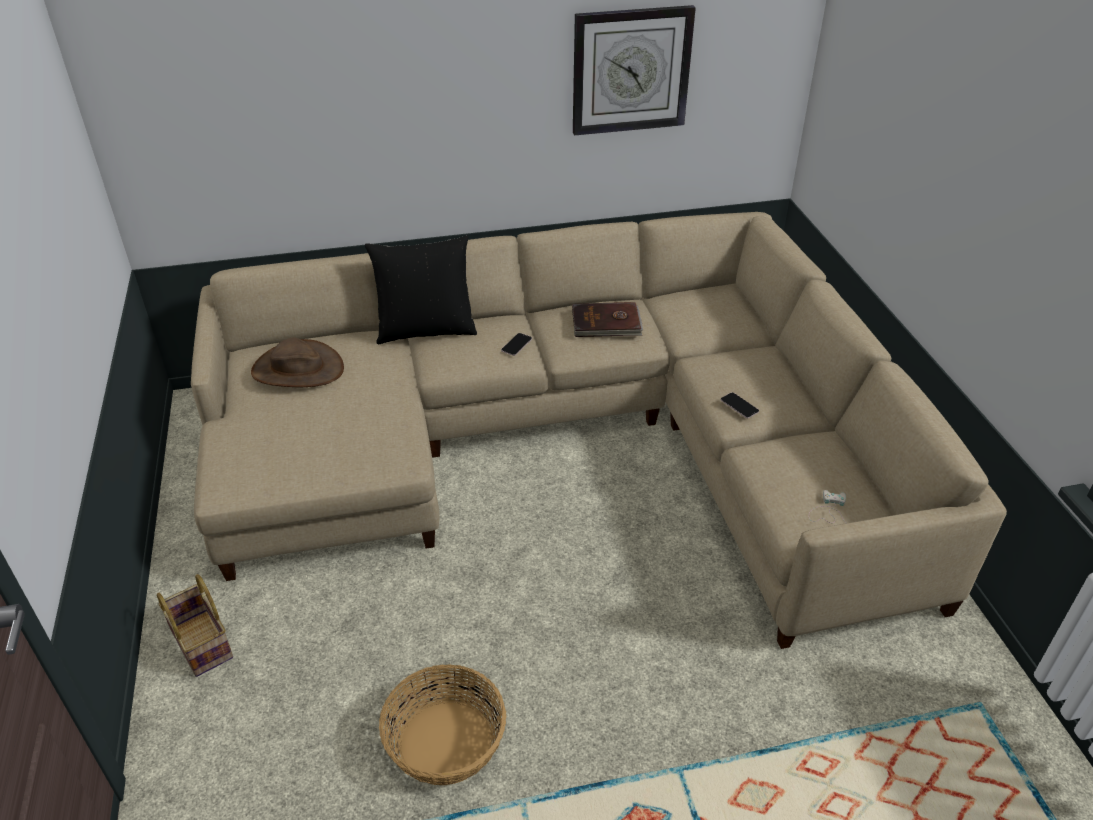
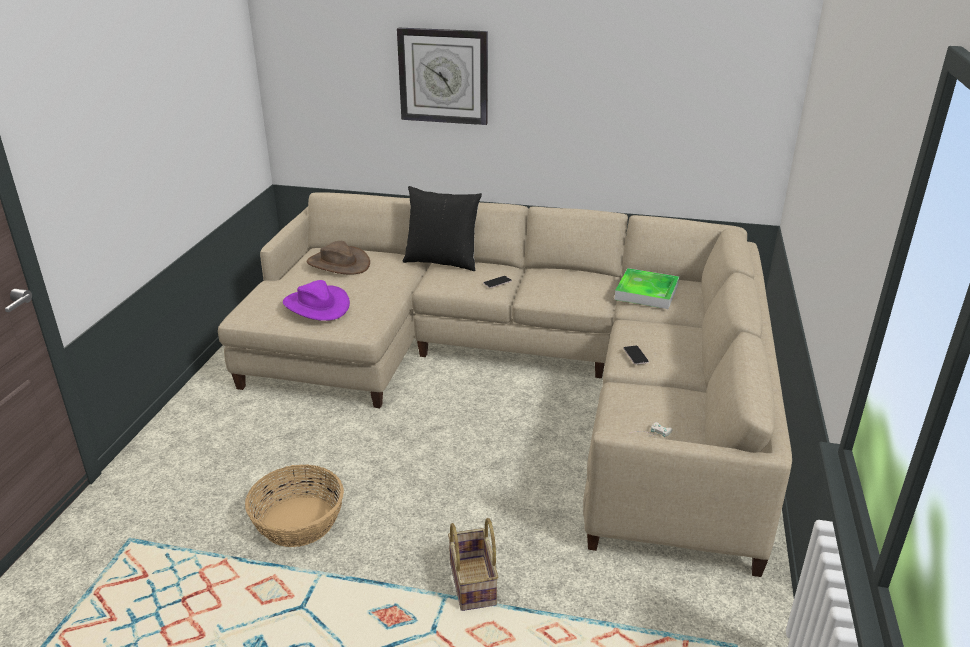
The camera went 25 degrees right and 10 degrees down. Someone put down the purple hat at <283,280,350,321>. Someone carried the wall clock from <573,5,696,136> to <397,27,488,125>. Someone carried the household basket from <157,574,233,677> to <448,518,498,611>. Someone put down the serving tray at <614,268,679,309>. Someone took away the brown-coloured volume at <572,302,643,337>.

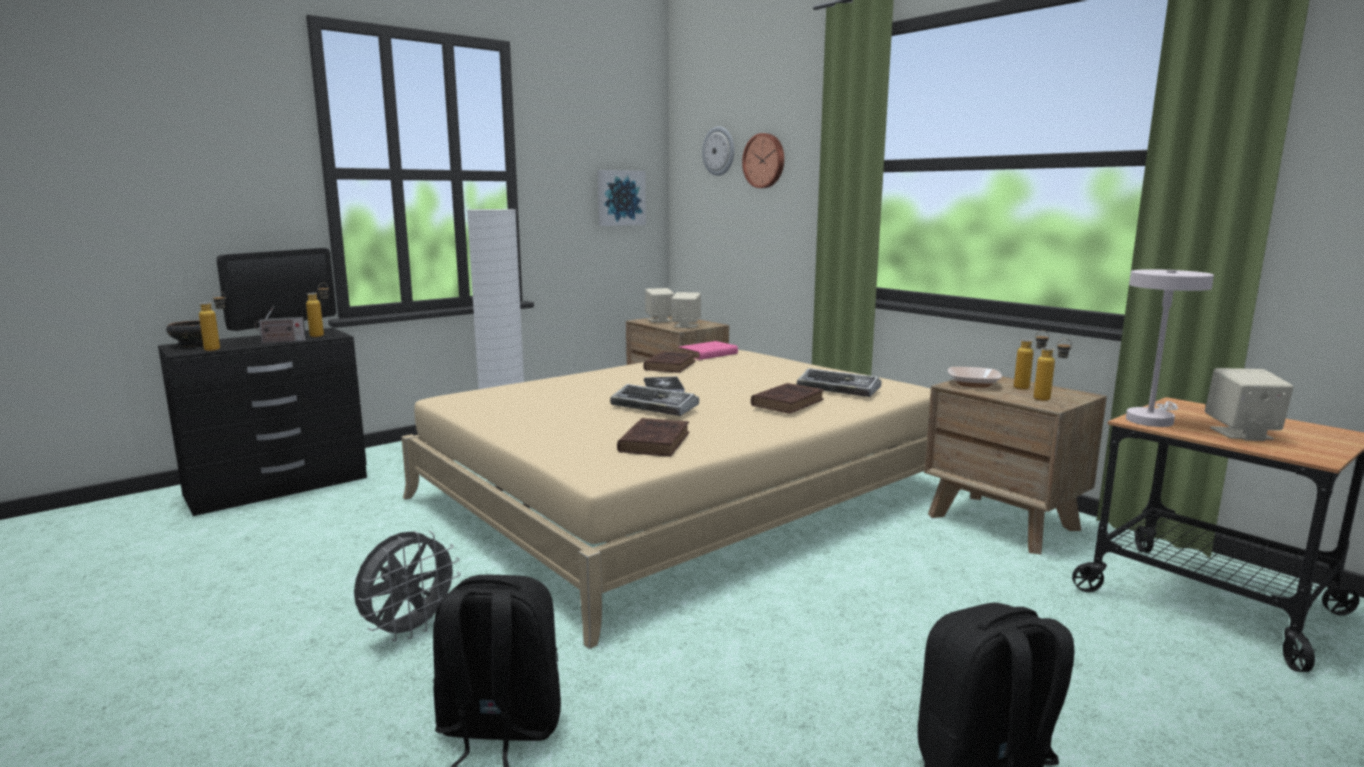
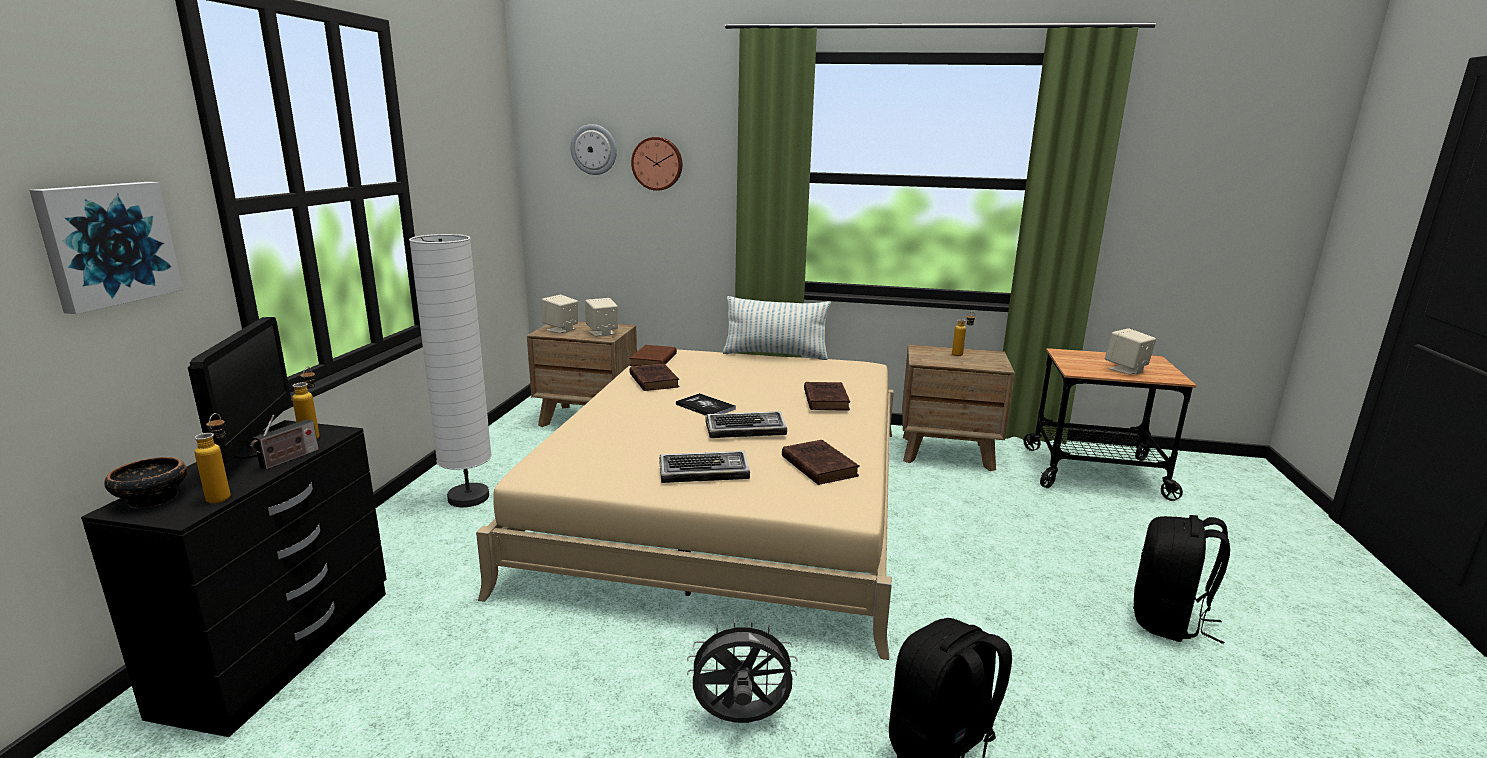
The camera went 40 degrees left and 5 degrees up. Someone carried the wall art from <598,170,646,226> to <29,182,183,314>. Someone repainted the pinkish volume at <678,341,738,360>, which became the brown-coloured volume at <629,345,677,366>. Someone carried the PC keyboard from <797,368,881,397> to <659,451,750,483>. Someone rotated the greyish electric fan at <354,531,461,641> by 90 degrees counterclockwise. Someone put down the cushion at <723,296,831,360>. Someone took away the bowl at <948,367,1002,388>. Someone took away the drink bottle at <1034,338,1072,401>. Someone took away the white table lamp at <1126,269,1214,427>.

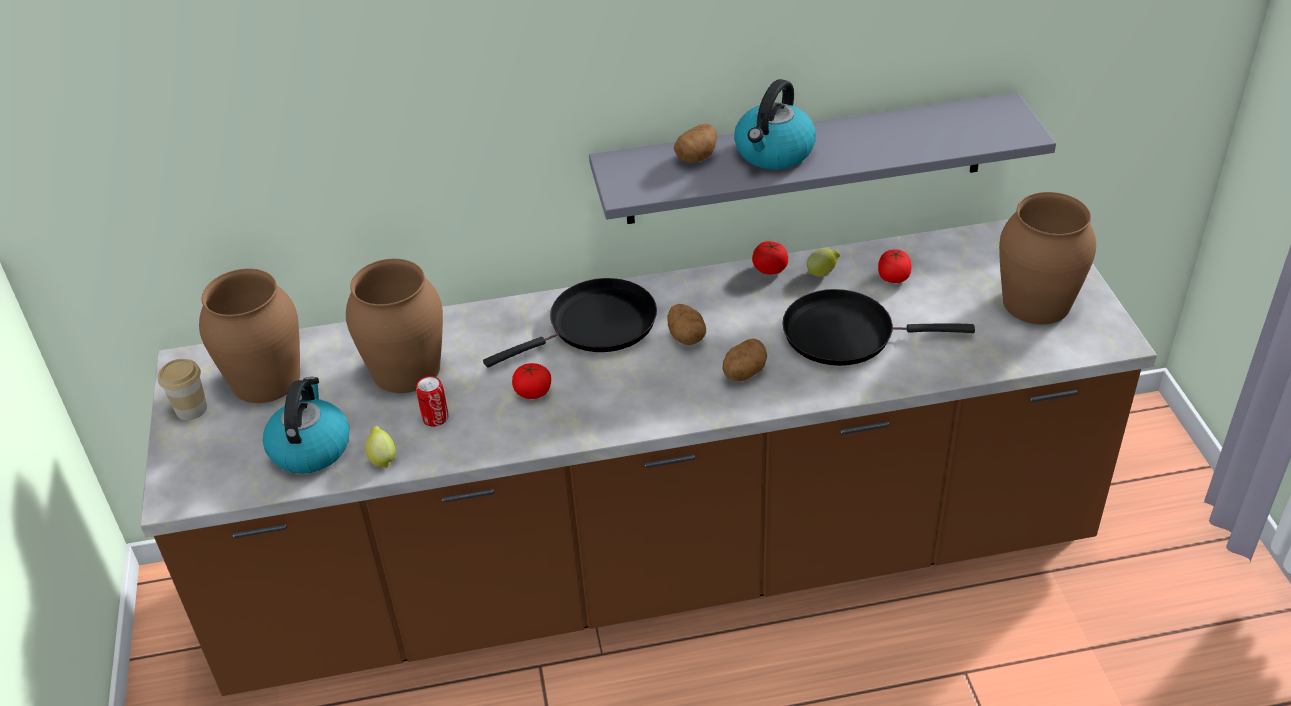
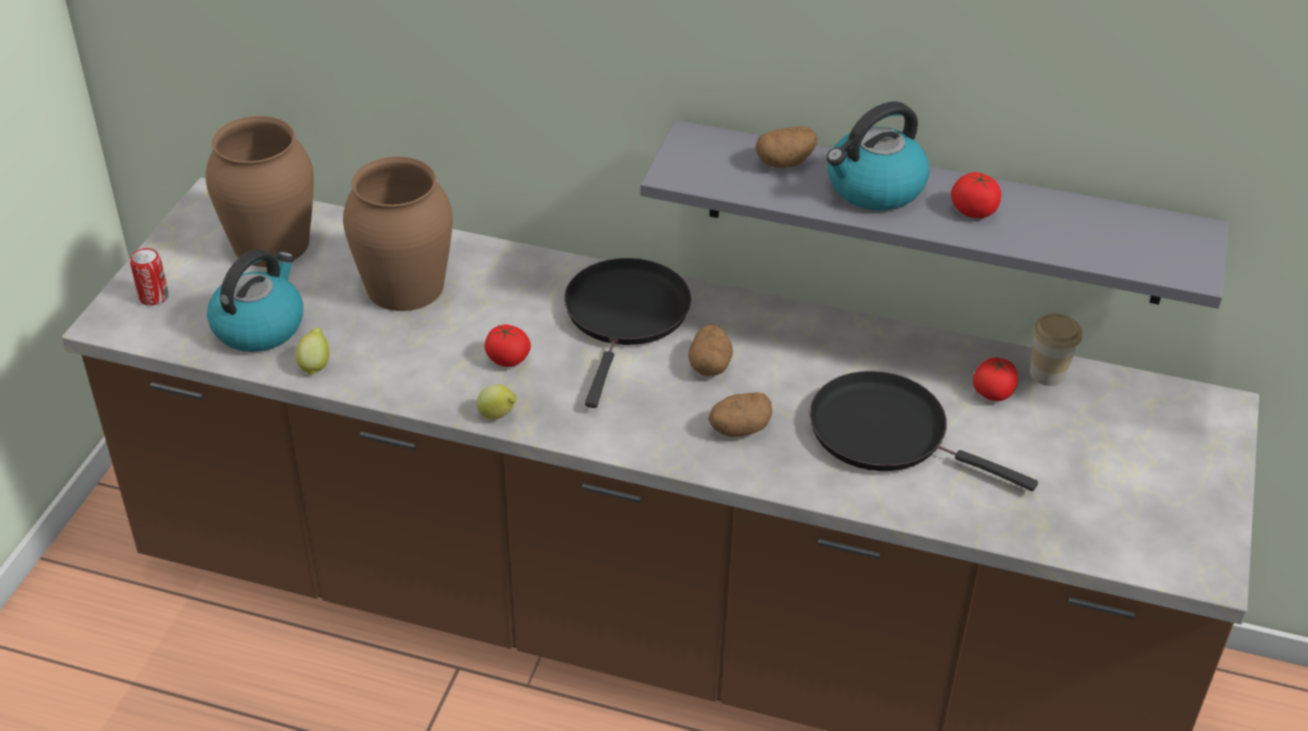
The camera went 25 degrees right and 0 degrees up. Someone carried the can from <416,376,448,427> to <130,248,169,306>. Someone carried the whole lemon from <807,248,840,277> to <476,384,516,420>. Someone rotated the blackish frying pan at <483,278,657,368> by 75 degrees counterclockwise. Someone carried the fresh tomato from <752,241,788,274> to <951,172,1001,218>. Someone carried the drinking cup from <158,359,207,420> to <1030,313,1082,386>. Someone took away the brown-coloured flower vase at <999,192,1096,324>.

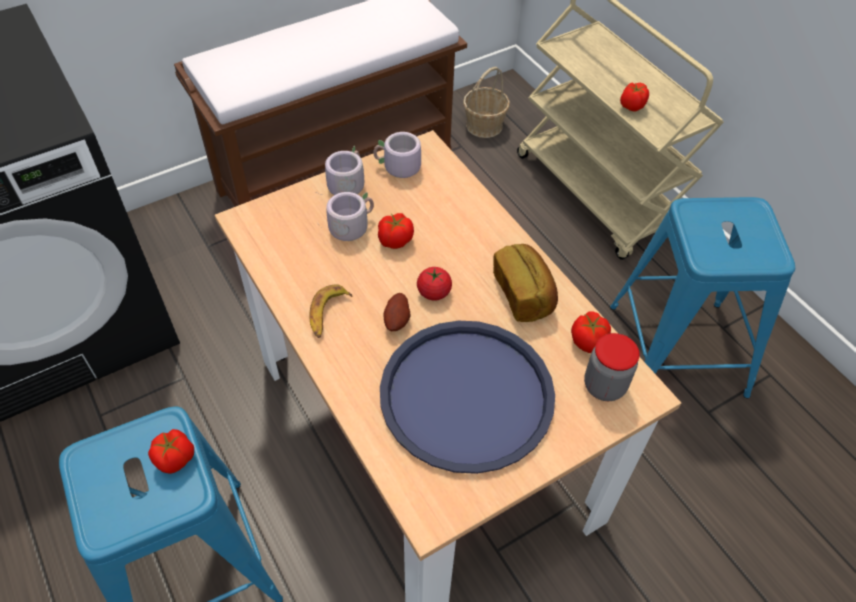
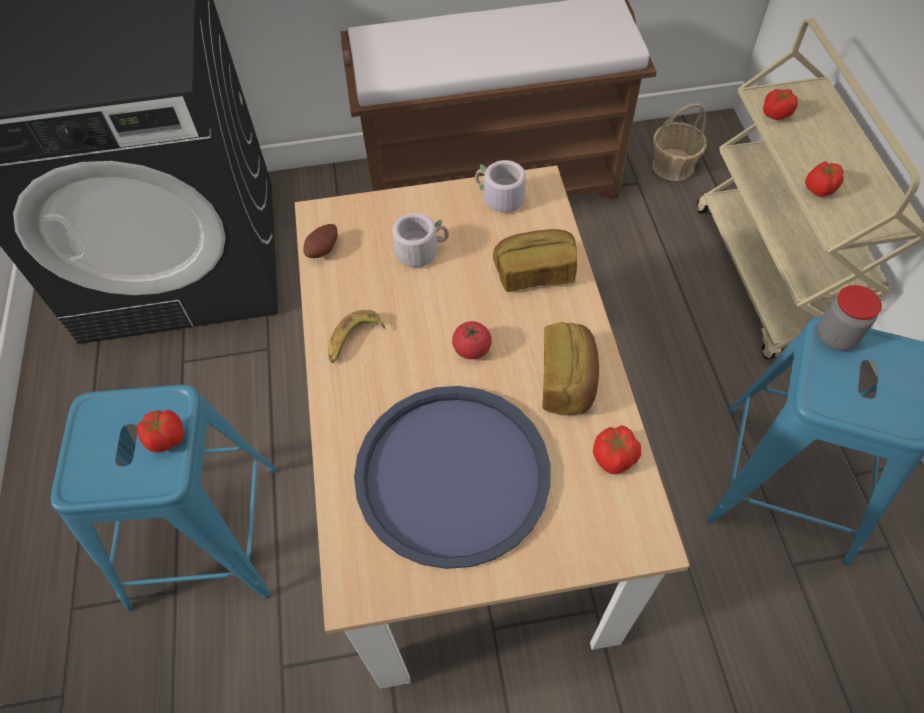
The camera went 25 degrees right and 5 degrees up. Someone carried the spud from <383,293,411,331> to <304,224,338,258>. Someone put down the bakery bread at <493,229,577,292>. Someone carried the fresh tomato from <378,213,414,249> to <763,89,798,120>. Someone carried the jar from <584,333,640,401> to <818,285,882,351>. Someone took away the greyish tea mug at <316,146,364,195>.

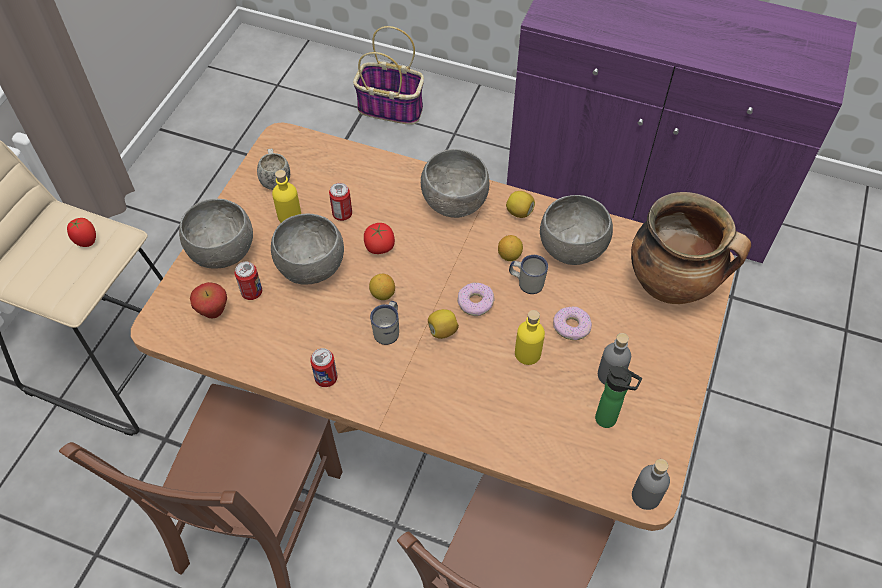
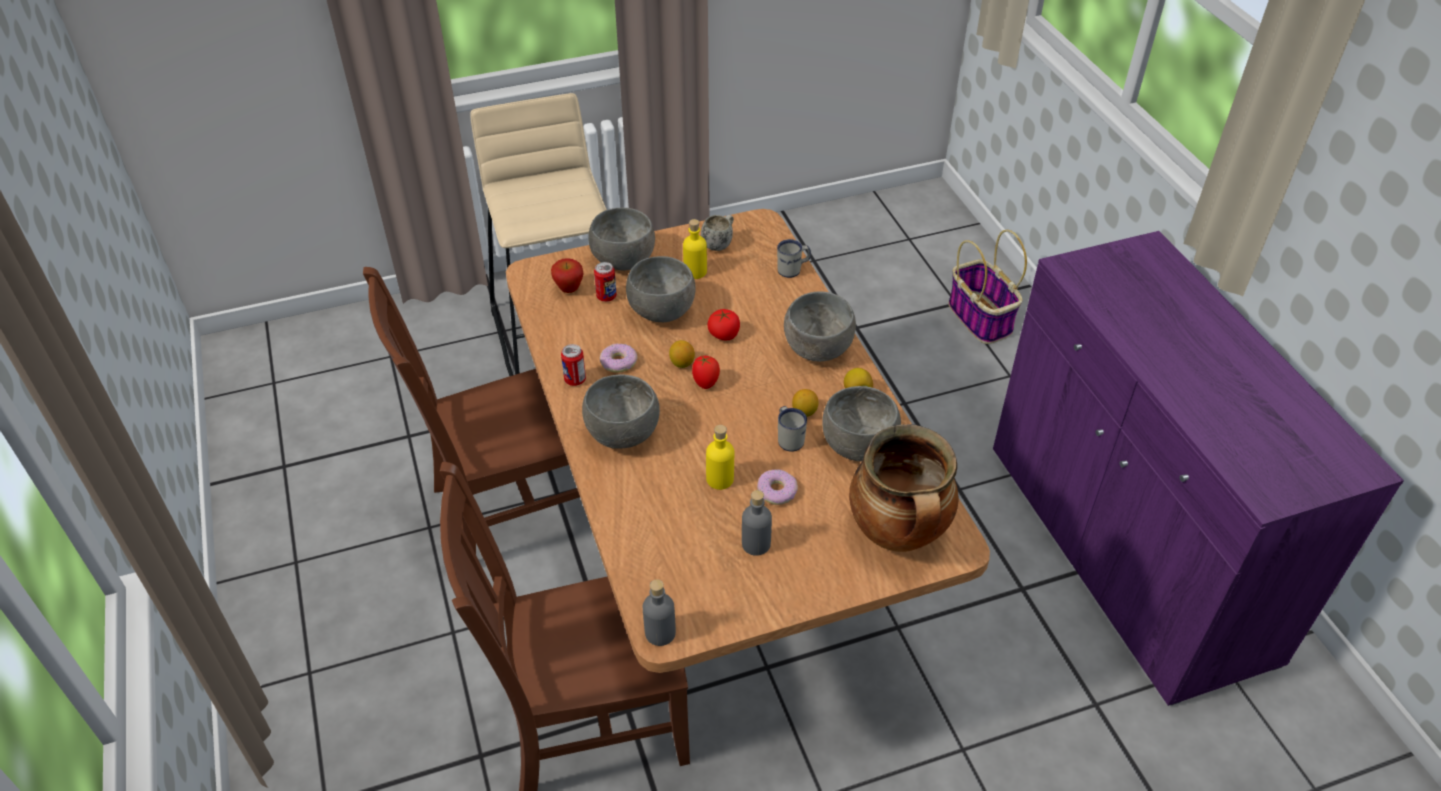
The camera went 50 degrees right and 10 degrees down. Someone put down the greyish bowl at <582,374,660,449>. Someone carried the donut from <457,283,495,316> to <600,344,637,373>. Someone carried the fresh tomato from <67,218,96,247> to <692,355,720,389>. Someone carried the white tea mug from <370,301,399,345> to <777,239,811,278>. Someone took away the can at <329,183,352,221>. Someone took away the whole lemon at <428,309,459,339>. Someone took away the drink bottle at <595,366,642,428>.

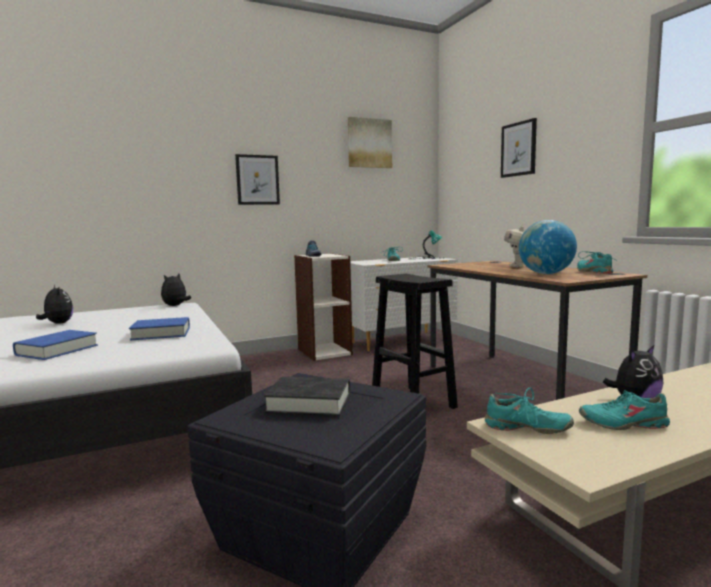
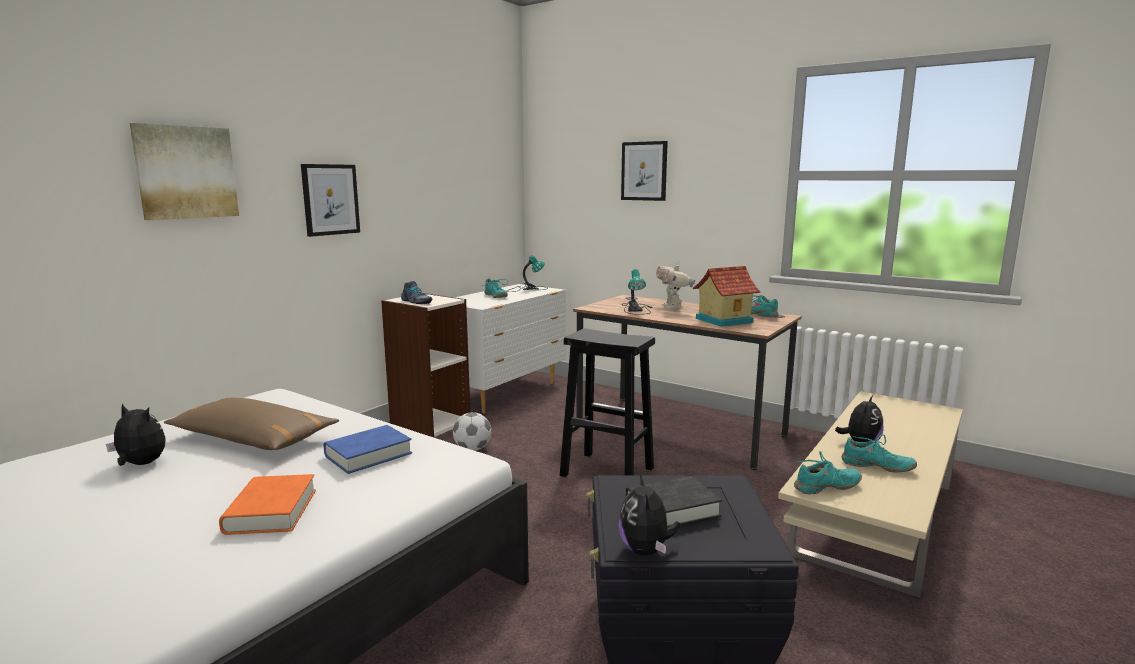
The camera went 30 degrees left and 5 degrees up. Someone carried the wall art from <348,117,392,168> to <130,123,239,220>. Someone put down the brown-coloured cushion at <164,397,339,450>. Someone repainted the blue volume at <13,330,98,360>, which became the orange-coloured volume at <219,474,316,535>. Someone put down the football at <453,412,491,451>. Someone carried the cuddly toy from <161,274,191,306> to <619,474,680,556>. Someone put down the table lamp at <623,269,652,315>. Someone swapped the desk globe at <519,220,577,274> for the miniature house at <693,266,760,327>. Someone rotated the blue-green shoe at <579,390,670,430> by 135 degrees counterclockwise.

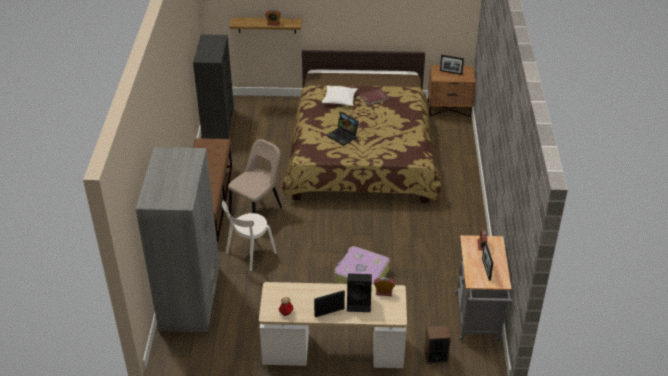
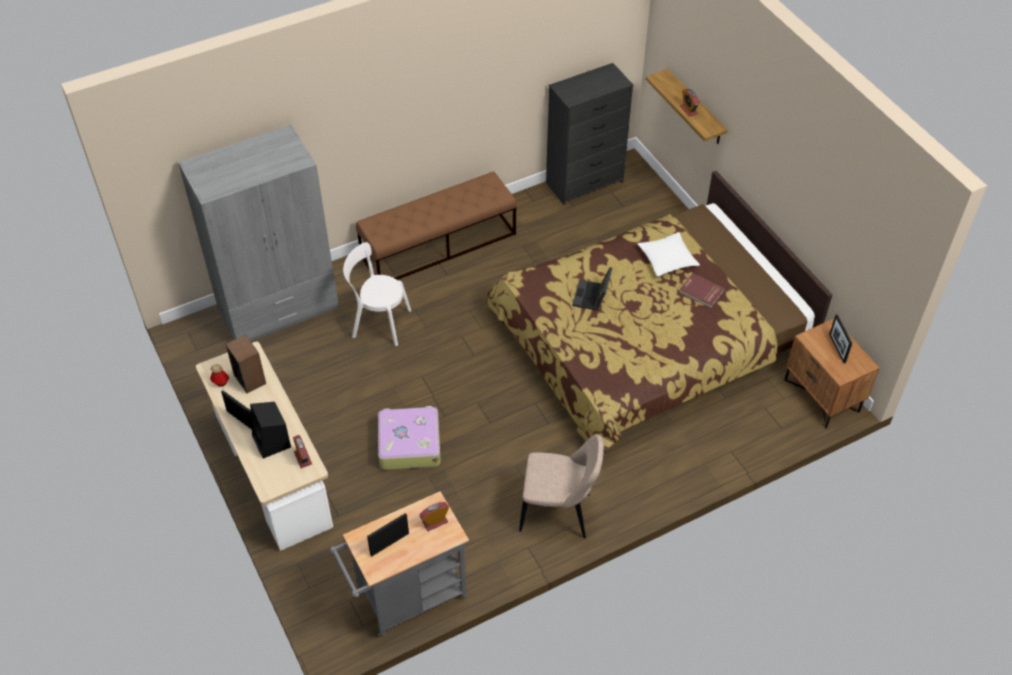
The camera went 60 degrees right and 10 degrees up. Someone carried the speaker from <424,325,451,363> to <225,334,266,393>. Someone carried the sand-coloured chair from <228,139,282,215> to <519,435,604,538>.

